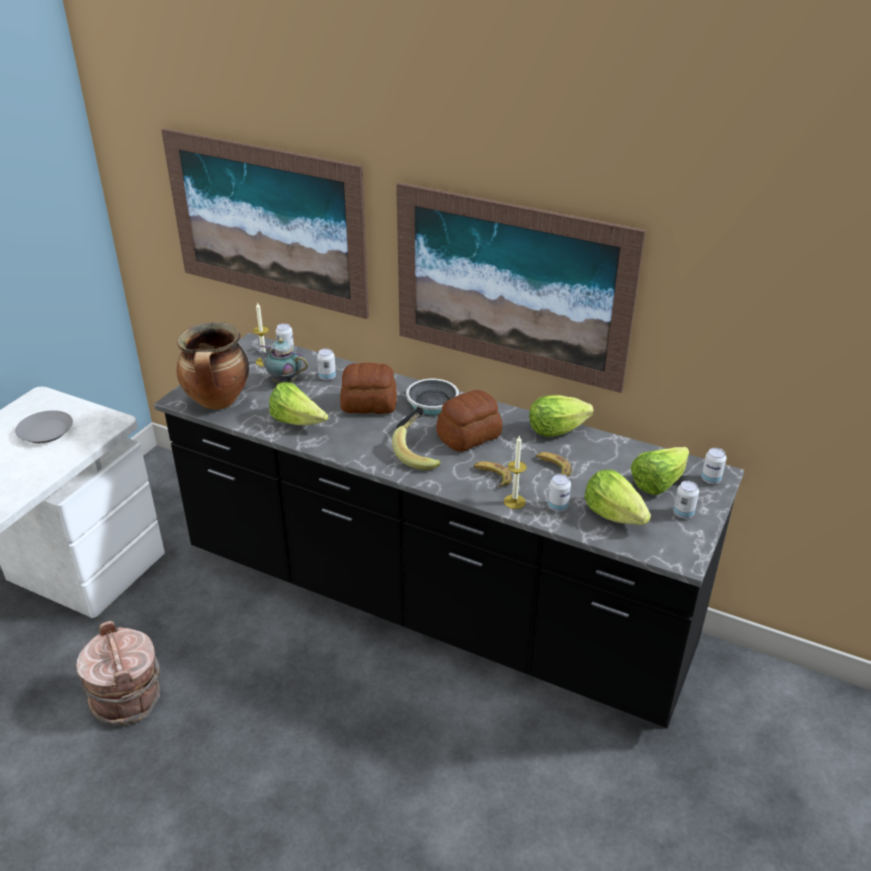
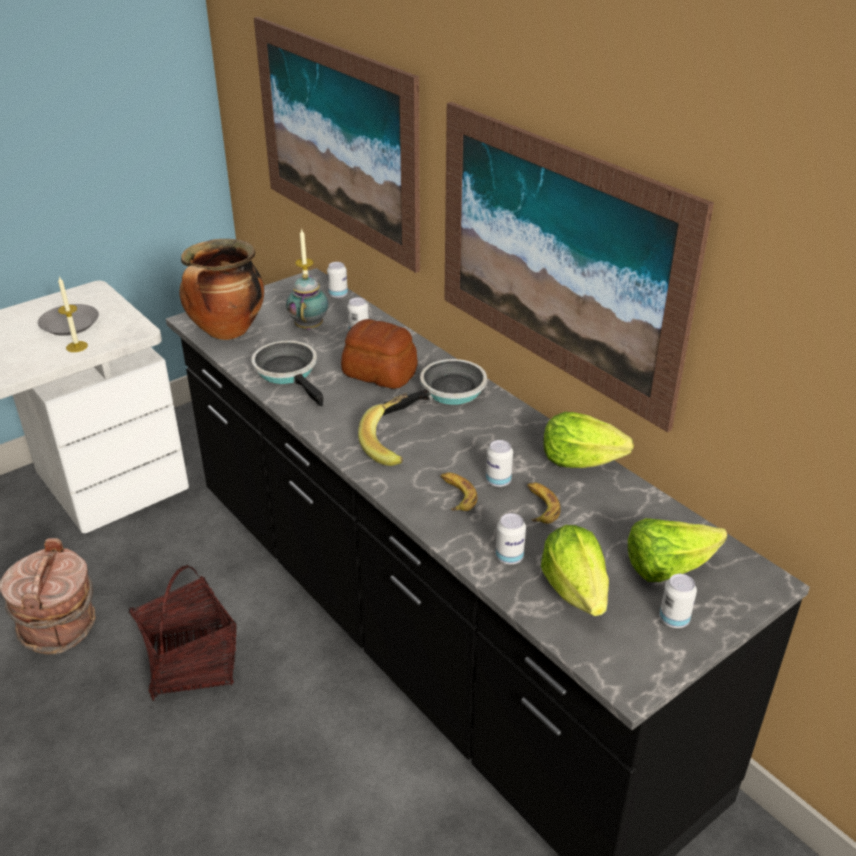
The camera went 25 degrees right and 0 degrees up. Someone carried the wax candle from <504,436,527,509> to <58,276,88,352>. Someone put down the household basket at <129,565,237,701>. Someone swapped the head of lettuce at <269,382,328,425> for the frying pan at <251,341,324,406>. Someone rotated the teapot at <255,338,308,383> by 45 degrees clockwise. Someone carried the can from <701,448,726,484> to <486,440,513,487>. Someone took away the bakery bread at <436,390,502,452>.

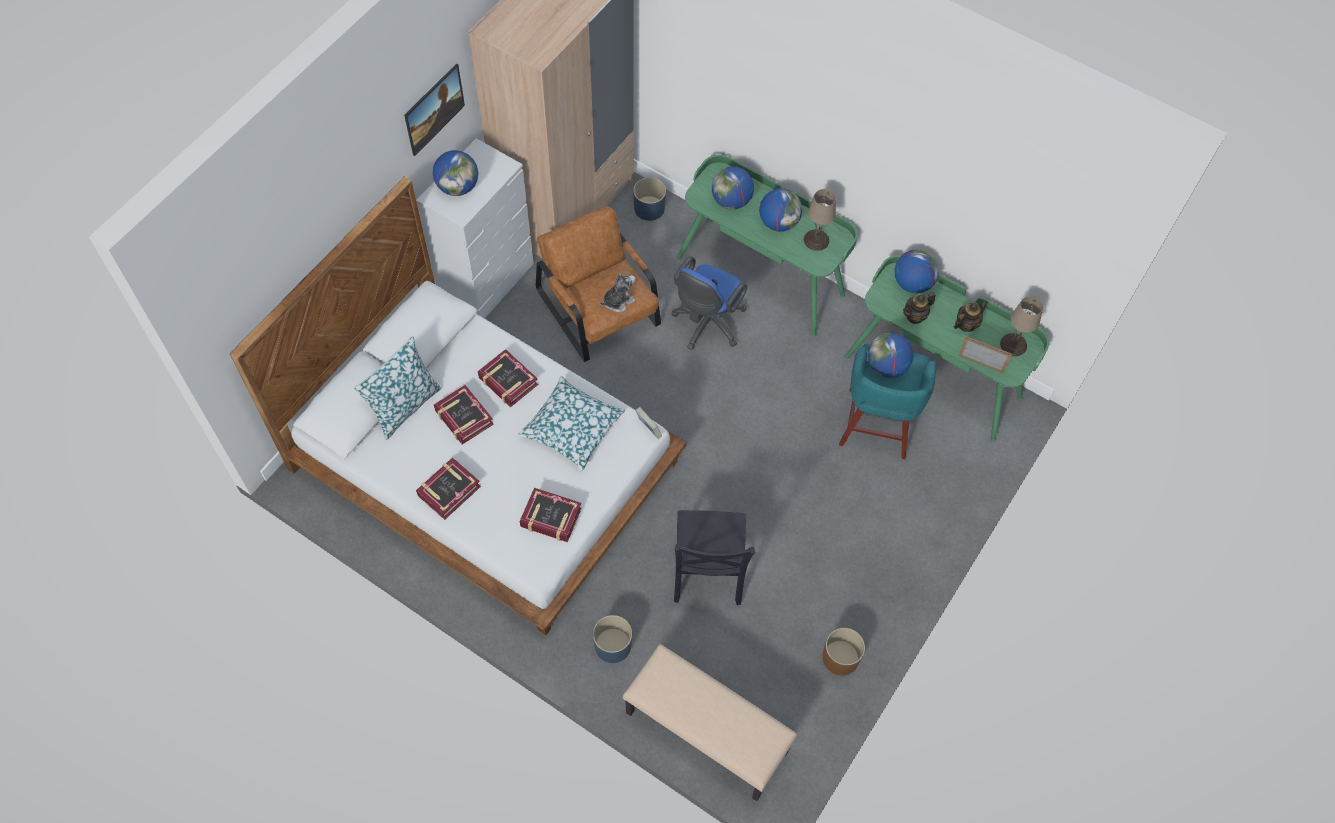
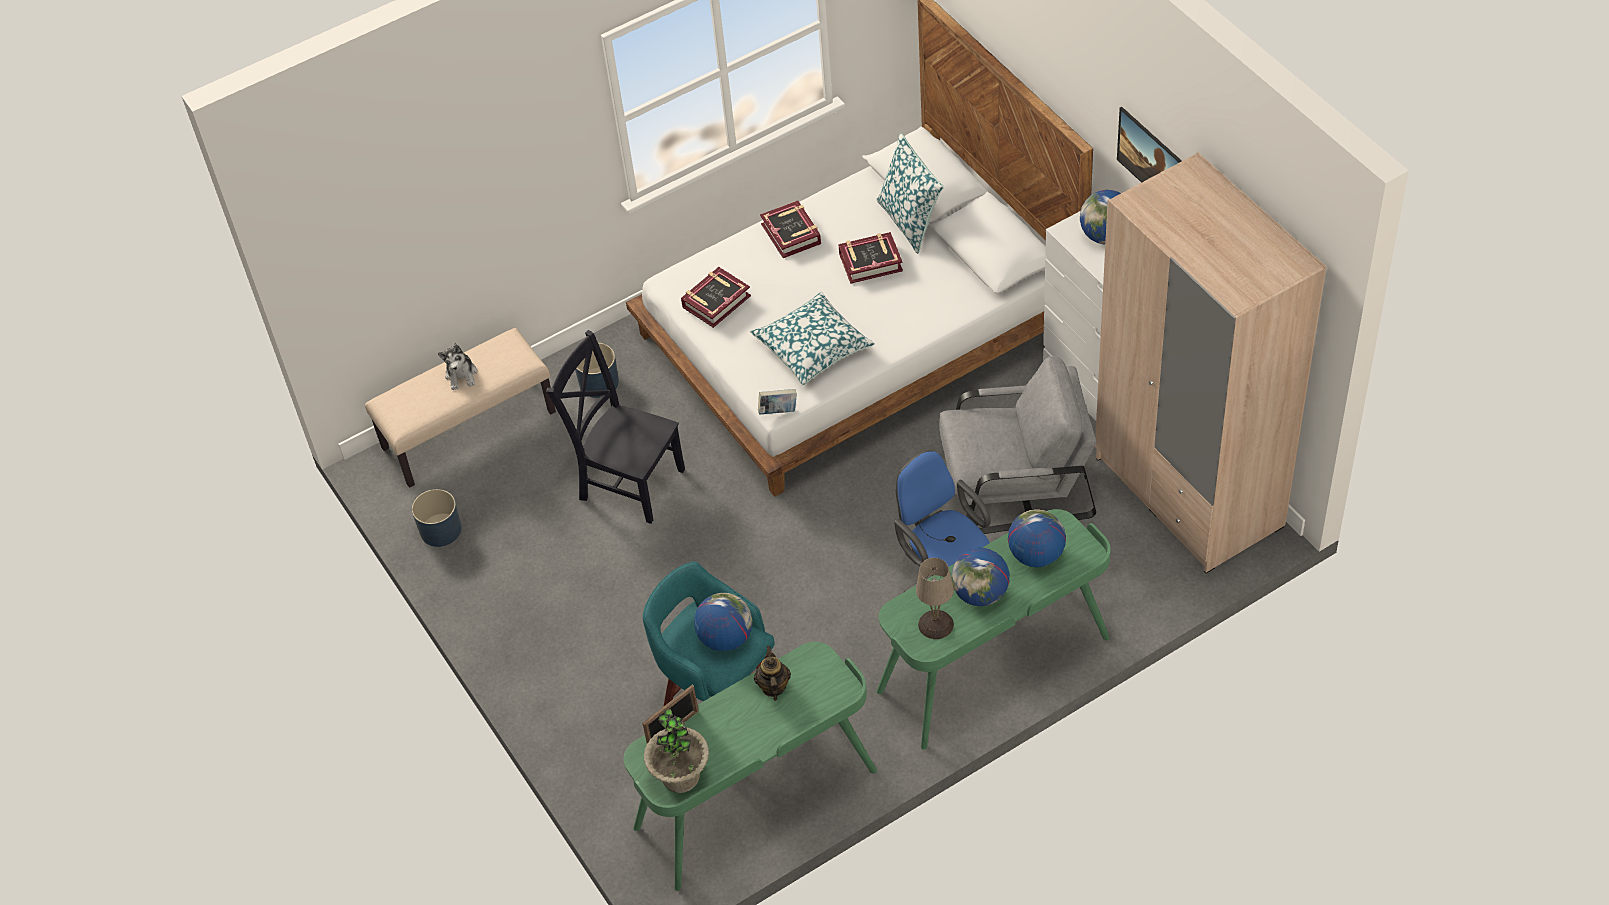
The camera went 120 degrees right and 10 degrees down. Someone carried the blue plant pot from <633,177,666,221> to <412,489,461,547>. Someone carried the cuddly toy from <600,274,636,312> to <438,343,477,390>. Someone swapped the sand-coloured table lamp at <1000,296,1043,356> for the houseplant at <644,709,709,793>. Someone repainted the brown-coloured armchair at <536,207,661,362>, which became the greyish armchair at <939,356,1096,534>. Someone took away the volume at <478,349,538,407>. Someone took away the brown-coloured plant pot at <822,628,865,675>. Someone took away the desk globe at <895,249,939,293>. Someone took away the teapot at <954,301,988,332>.

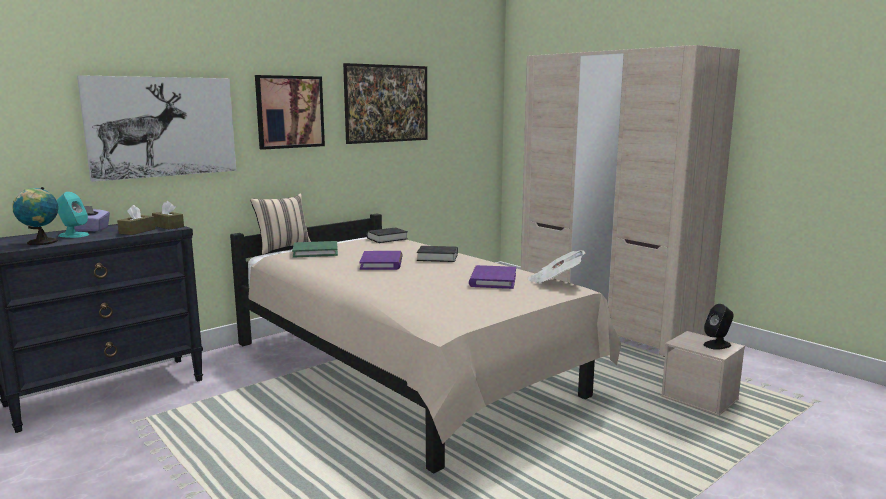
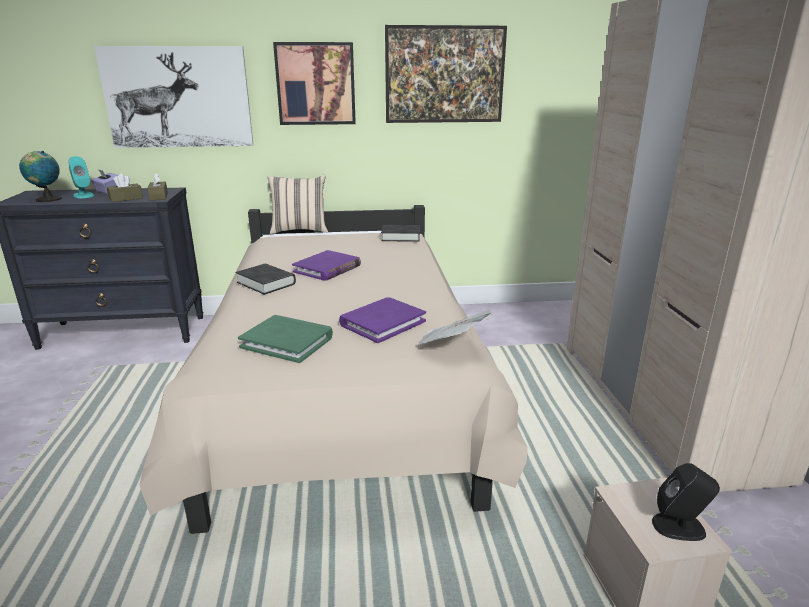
The camera went 35 degrees right and 10 degrees up. Someone carried the blackish volume from <417,246,458,262> to <235,264,296,295>. Someone carried the green-coloured volume from <292,241,338,258> to <238,315,333,363>.

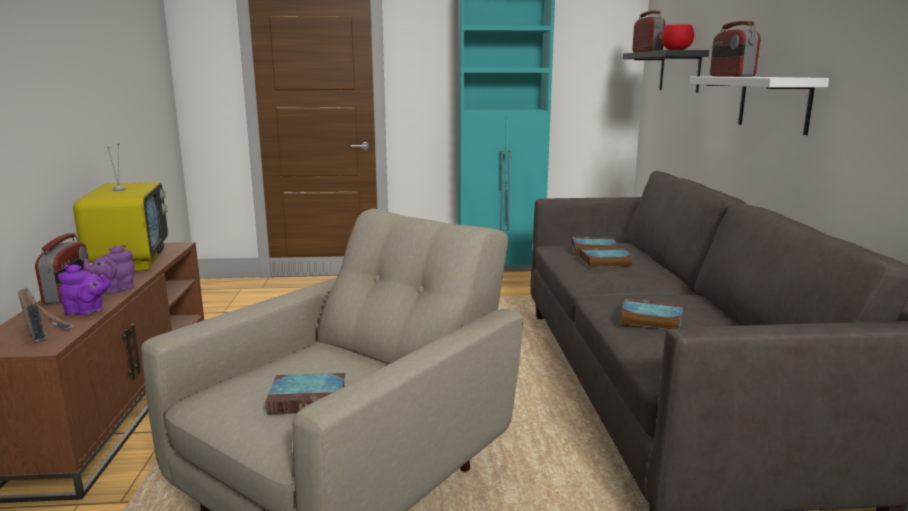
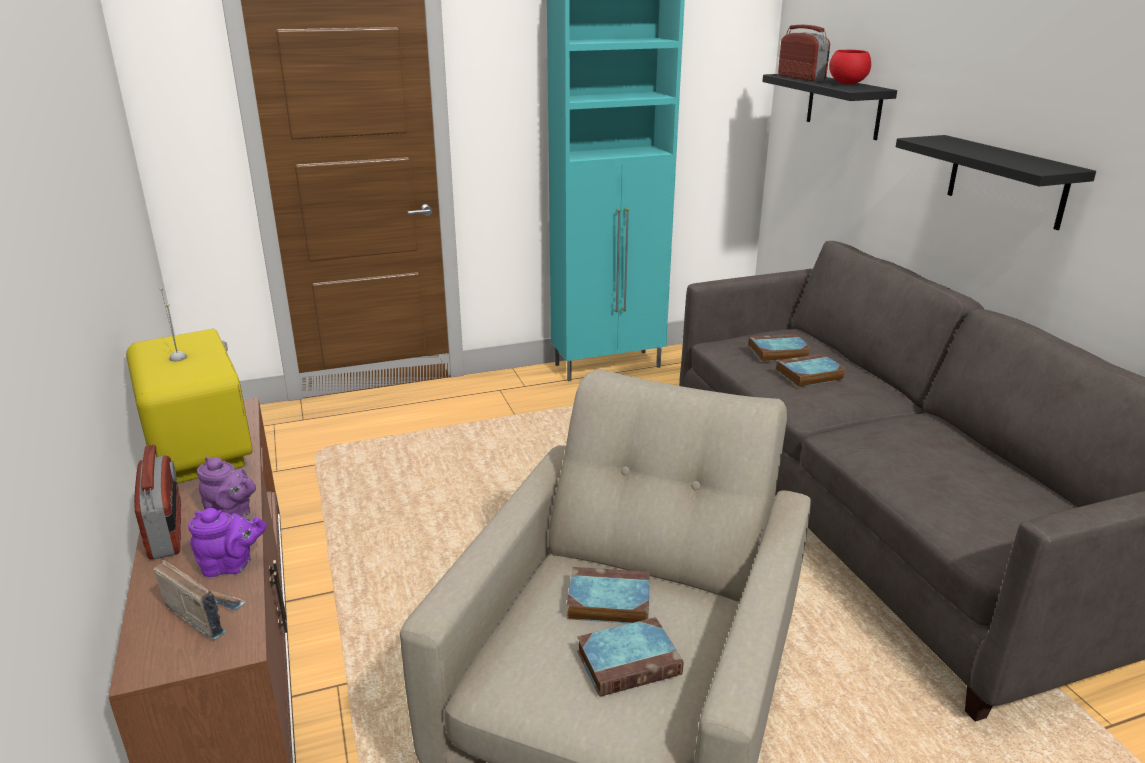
The camera went 15 degrees left and 10 degrees up. Someone rotated the purple teapot at <83,245,135,294> by 90 degrees counterclockwise. Someone carried the volume from <620,298,683,329> to <567,567,650,624>. Someone repainted the white shelf at <690,77,829,135>, which became the blackish shelf at <896,135,1096,230>. Someone took away the radio at <710,21,761,77>.

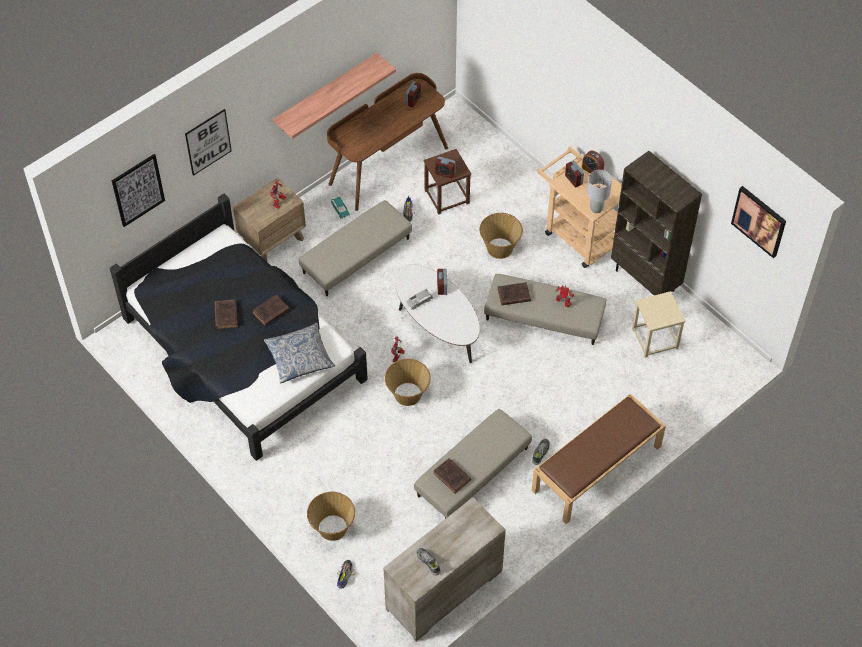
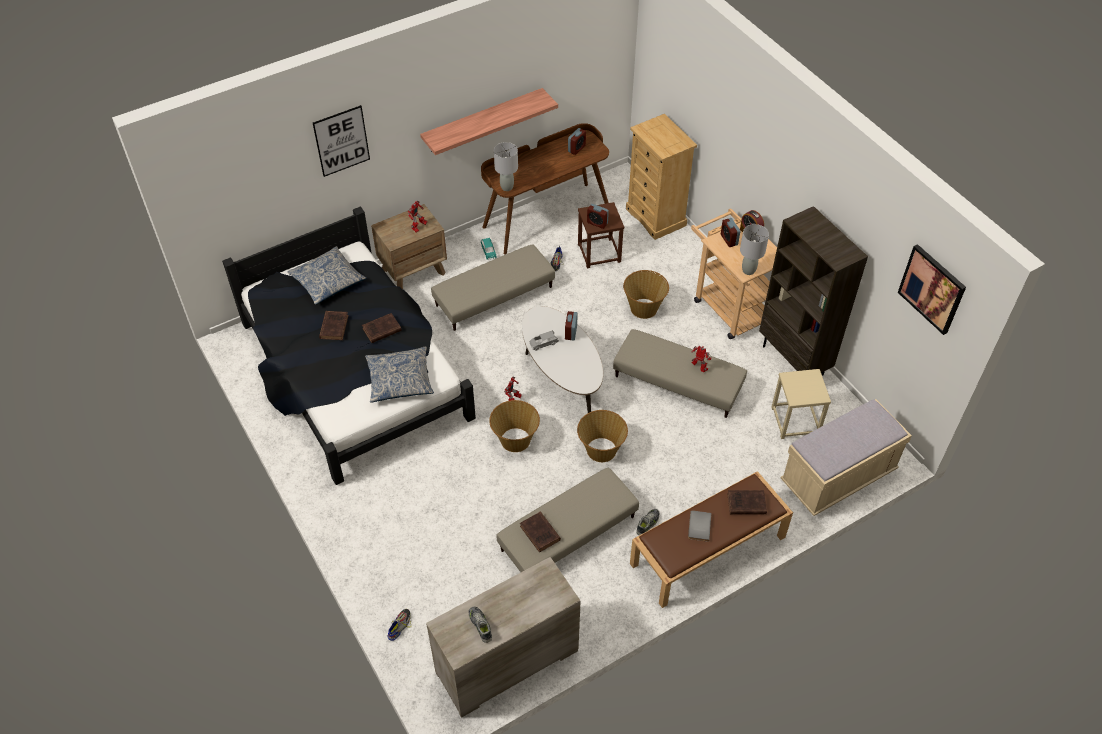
The camera went 10 degrees right and 5 degrees down. Someone put down the cushion at <287,246,366,305>. Someone put down the greyish table lamp at <494,142,518,191>. Someone carried the household basket from <307,492,355,541> to <577,410,628,462>. Someone put down the sand-coloured chest of drawers at <626,114,697,240>. Someone put down the greyish volume at <688,510,711,542>. Someone carried the brown-coloured volume from <498,282,531,306> to <727,490,767,514>. Someone put down the sand-coloured indoor bench at <781,399,912,516>. Someone took away the wall art at <112,154,165,227>.

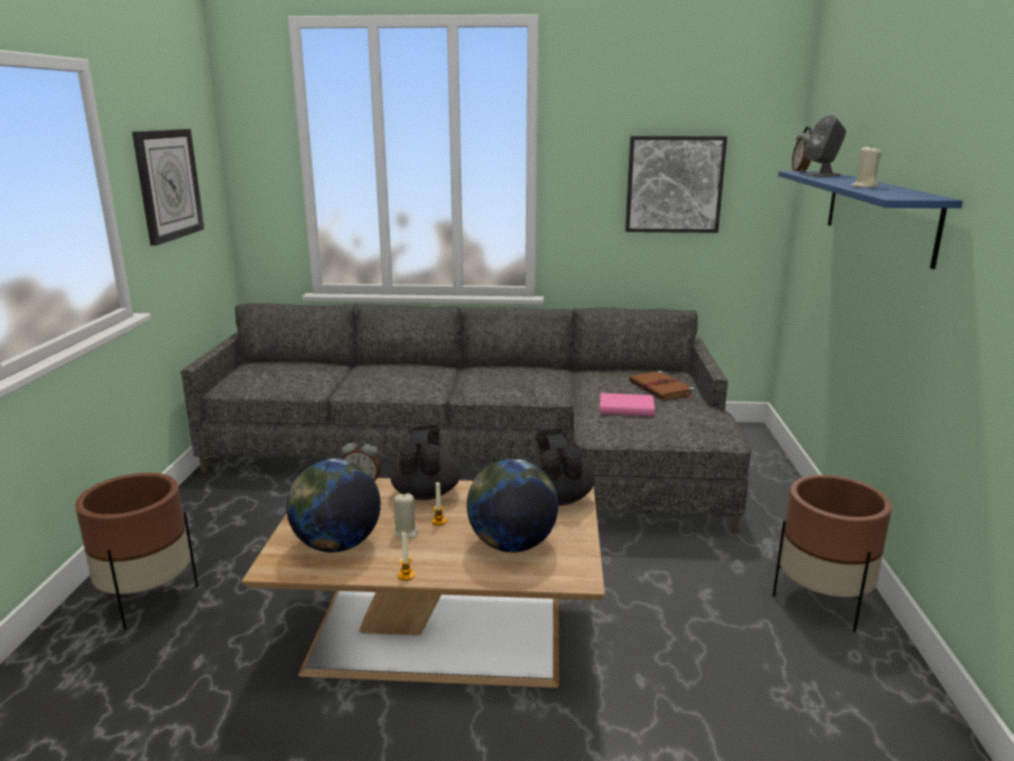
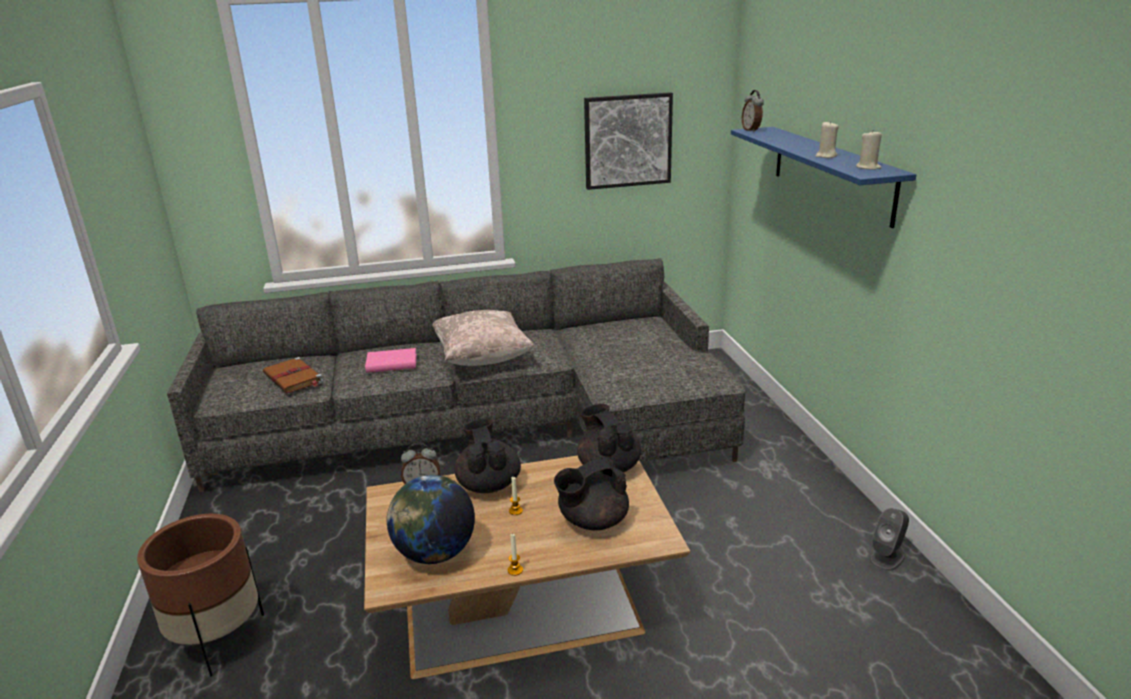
The camera went 15 degrees left and 5 degrees up. Someone carried the brown-coloured volume from <629,371,694,400> to <263,357,323,393>. Someone carried the pinkish volume from <600,393,655,416> to <365,348,417,373>. Someone put down the sand-coloured cushion at <432,310,534,366>. Someone swapped the desk globe at <467,459,559,552> for the blackish teapot at <554,456,629,530>. Someone carried the sand-coloured wax candle from <393,493,419,539> to <856,131,882,170>. Someone carried the greyish speaker from <804,115,846,177> to <869,508,909,571>. Someone took away the wall clock at <132,129,204,246>. Someone took away the brown-coloured plant pot at <772,475,892,632>.

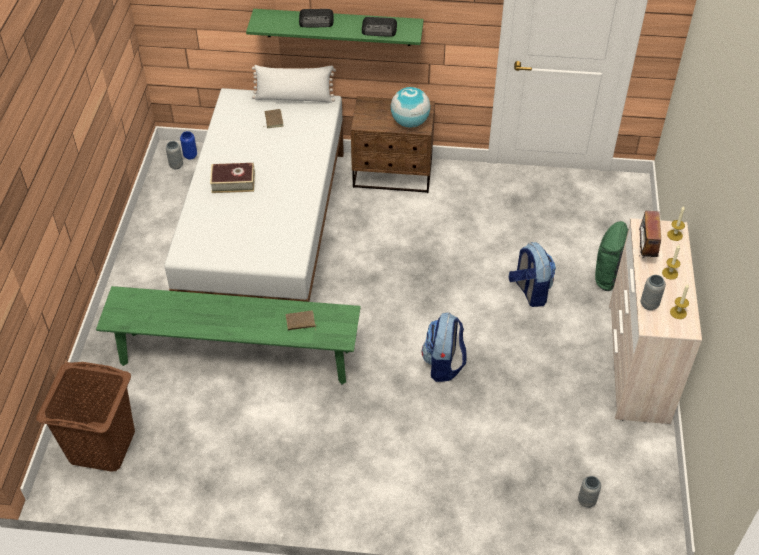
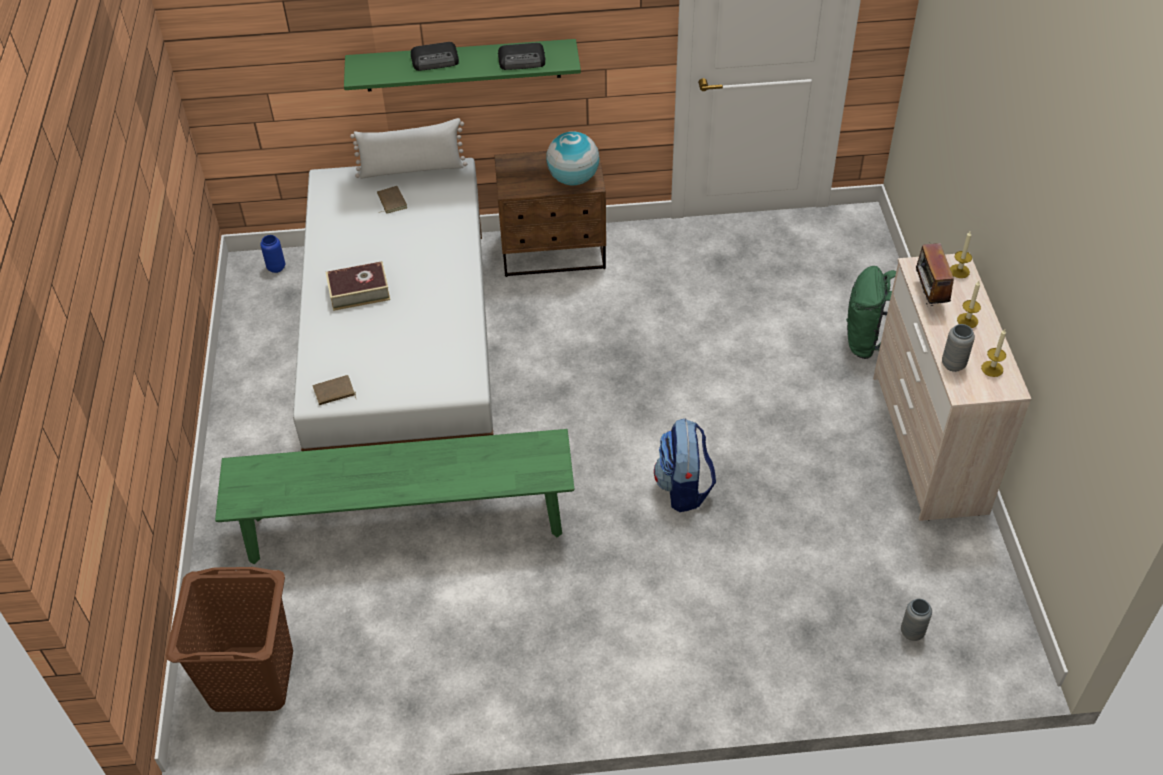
The camera went 10 degrees left and 0 degrees up. Someone carried the brown-coloured volume from <285,310,316,330> to <312,375,356,405>. Someone took away the greyish flower vase at <166,141,183,169>. Someone took away the knapsack at <509,242,556,307>.

